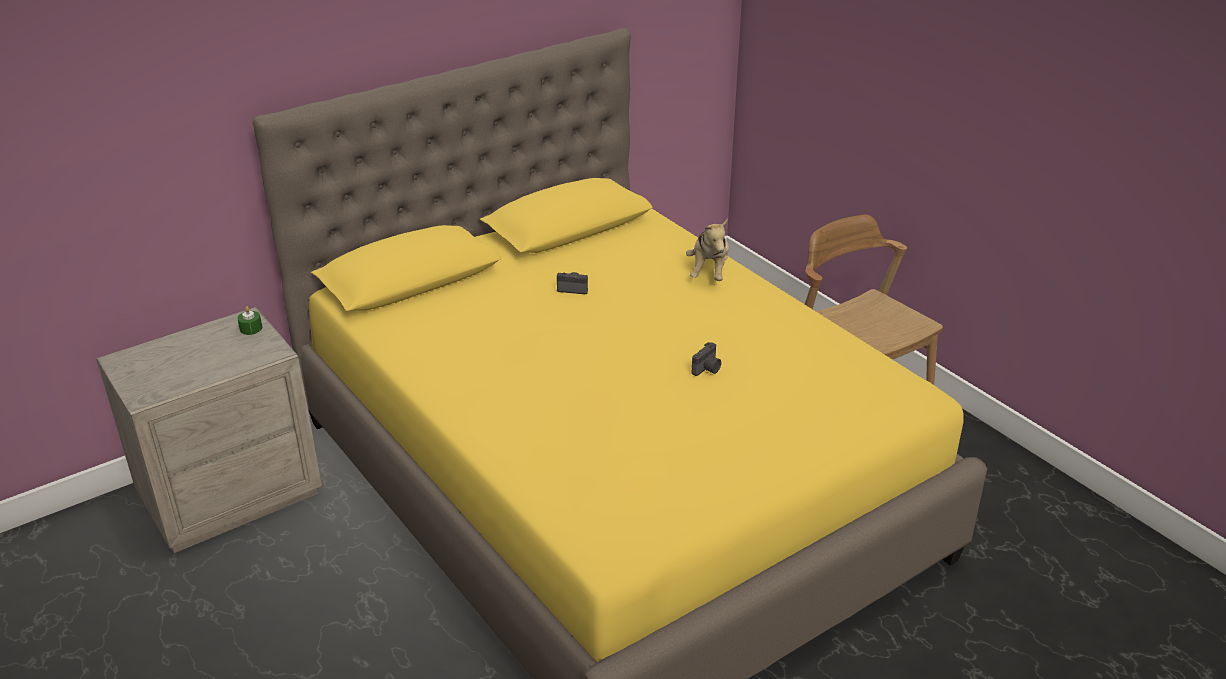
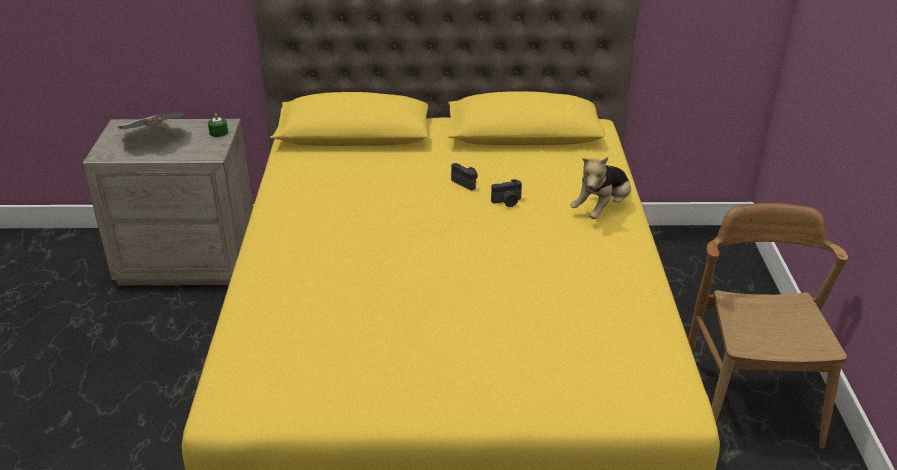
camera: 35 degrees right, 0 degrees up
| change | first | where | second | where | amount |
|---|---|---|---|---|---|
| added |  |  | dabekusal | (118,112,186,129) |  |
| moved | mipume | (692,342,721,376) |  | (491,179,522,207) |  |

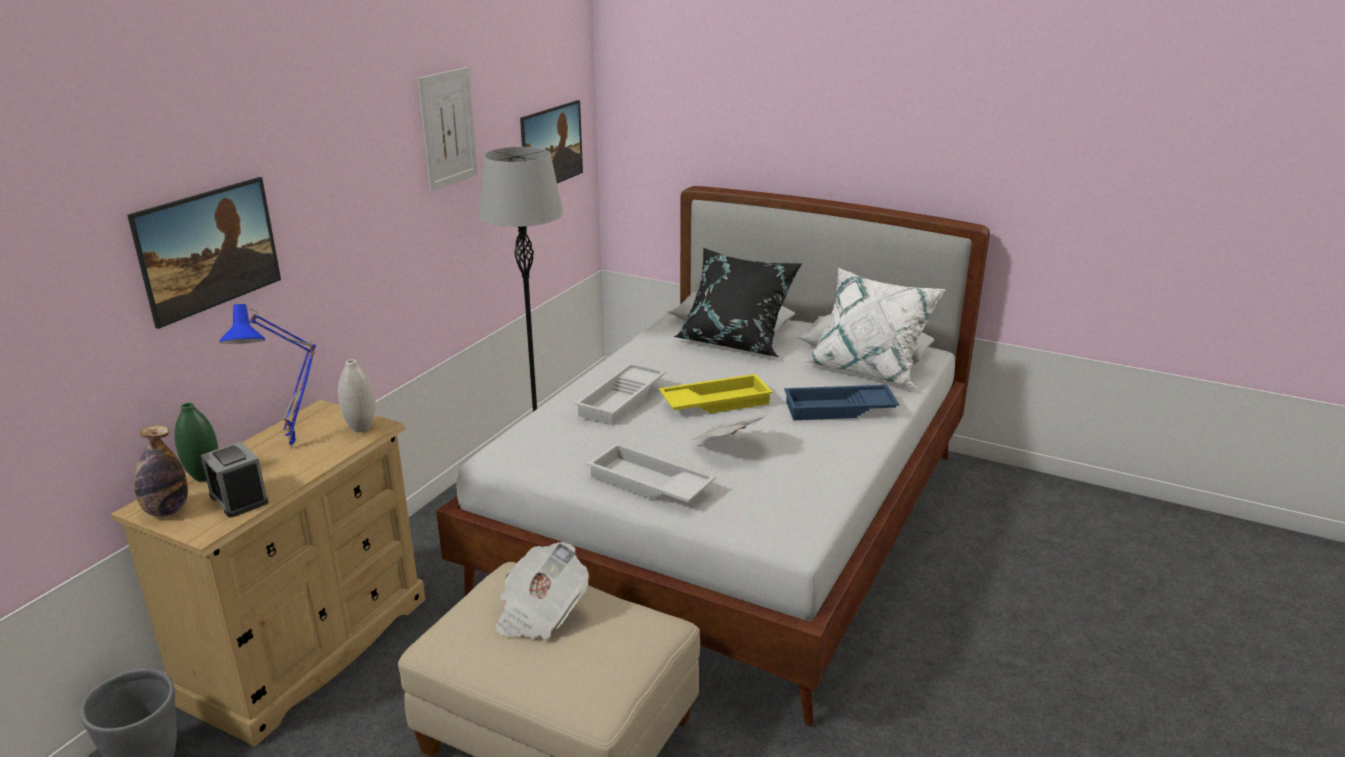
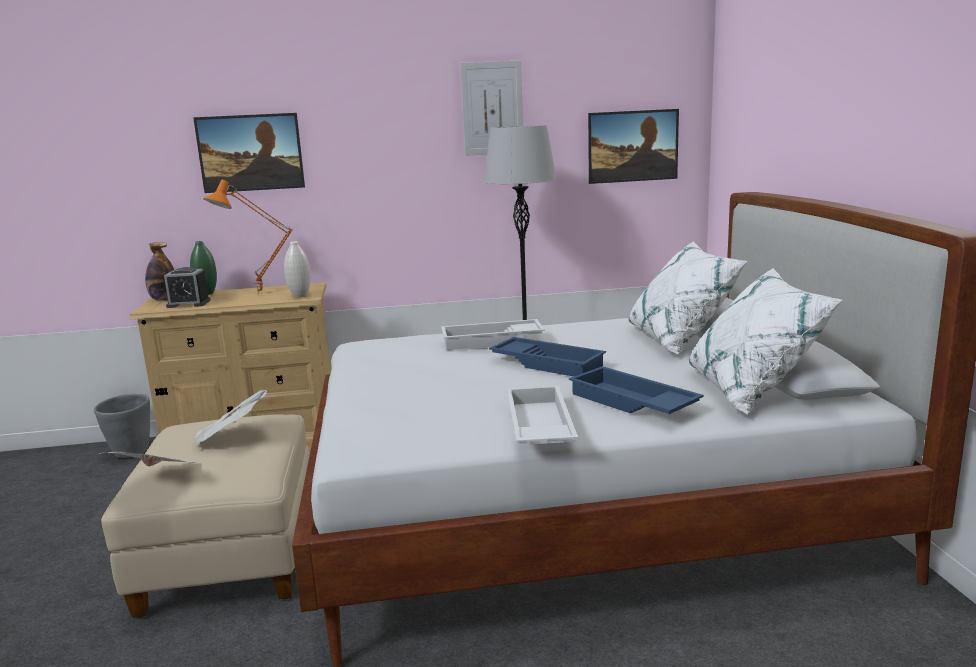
camera: 55 degrees right, 10 degrees down
| change | first | where | second | where | amount |
|---|---|---|---|---|---|
| moved | dabekusal | (691,414,769,440) |  | (99,452,198,466) |  |
| turned | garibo | (201,442,268,518) |  | (164,267,211,308) | 105 degrees counterclockwise |
| recoloured | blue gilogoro | (219,304,316,449) | orange gilogoro | (203,179,293,295) |  |
| recoloured | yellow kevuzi | (659,374,773,414) | blue kevuzi | (489,337,606,377) |  |
| moved | white kevuzi | (587,443,716,503) |  | (507,386,578,445) |  |
| recoloured | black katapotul | (674,248,802,357) | white katapotul | (628,241,747,355) |  |

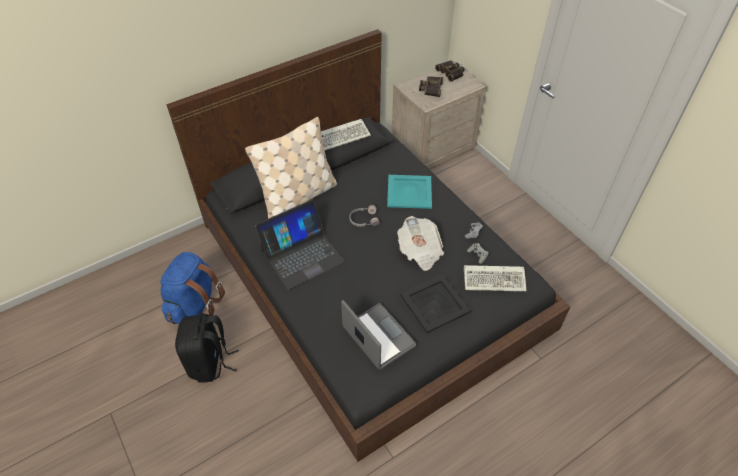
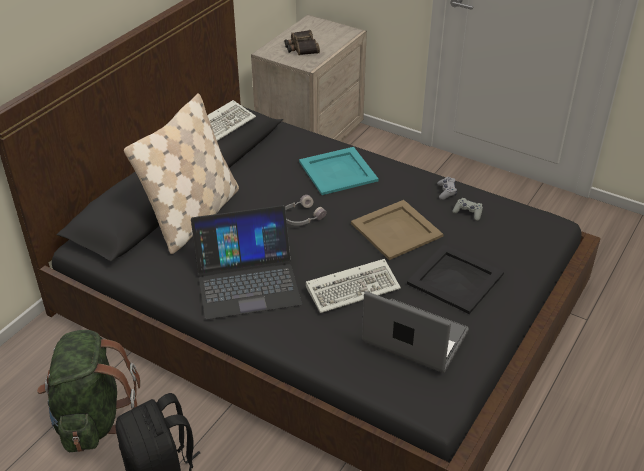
camera: 25 degrees left, 10 degrees down
| change | first | where | second | where | amount |
|---|---|---|---|---|---|
| recoloured | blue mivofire | (160,252,225,324) | green mivofire | (37,330,140,452) |  |
| turned | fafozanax | (255,200,344,290) |  | (191,205,302,320) | 45 degrees clockwise |
| moved | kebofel | (464,265,527,292) |  | (306,259,401,313) |  |
| replaced | dabekusal | (397,216,444,271) | beige kevuzi | (351,200,443,260) |  |
| removed | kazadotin | (435,60,464,82) |  |  |  |

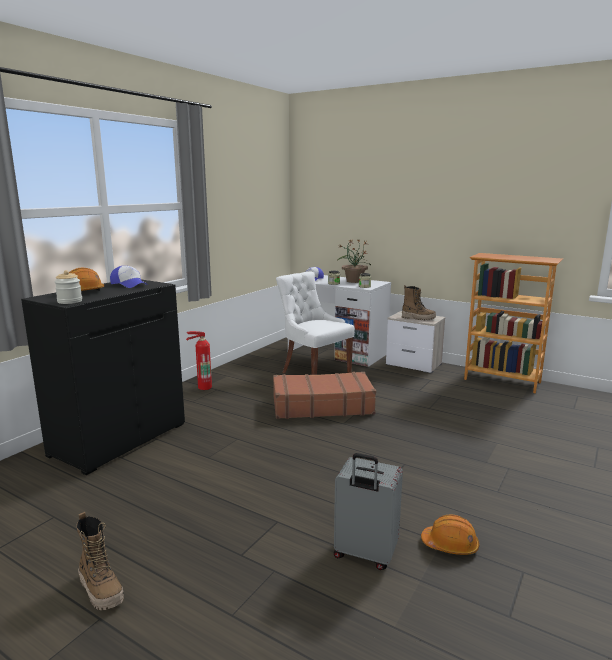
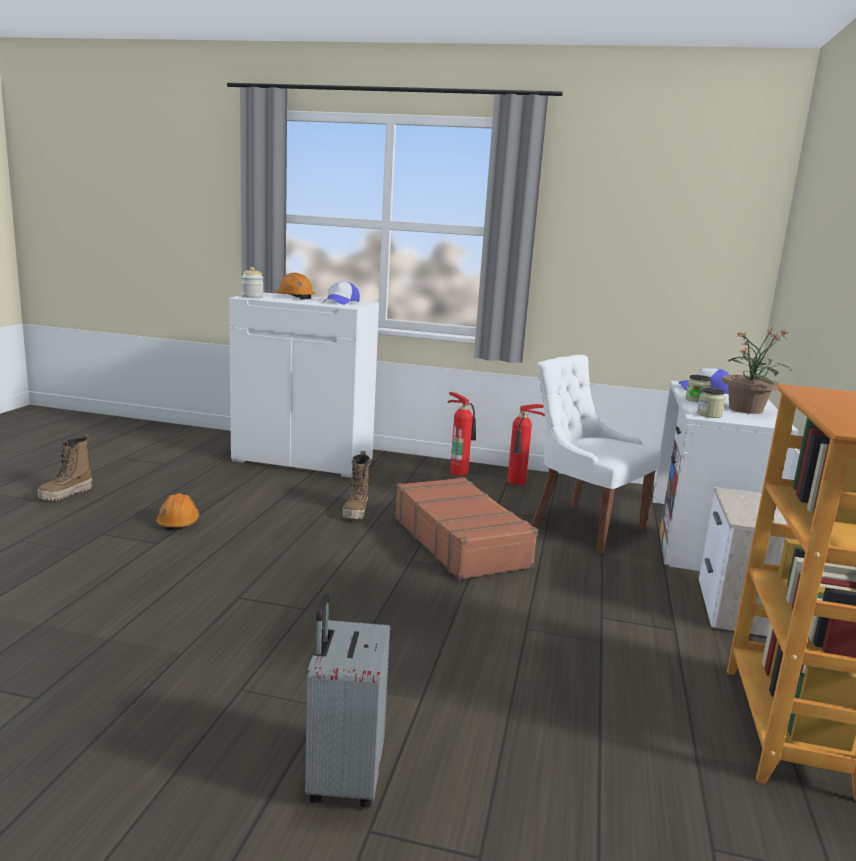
camera: 70 degrees right, 0 degrees up
| change | first | where | second | where | amount |
|---|---|---|---|---|---|
| moved | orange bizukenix | (421,515,479,555) |  | (156,493,199,531) |  |
| recoloured | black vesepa | (21,280,185,475) | white vesepa | (229,292,379,478) |  |
| moved | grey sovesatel | (334,453,403,570) |  | (305,593,390,808) |  |
| moved | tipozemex | (402,285,436,320) |  | (343,451,371,519) |  |
| added |  |  | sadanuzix | (507,404,545,485) |  |
| turned | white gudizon | (276,272,355,375) |  | (531,355,661,554) | 75 degrees counterclockwise |

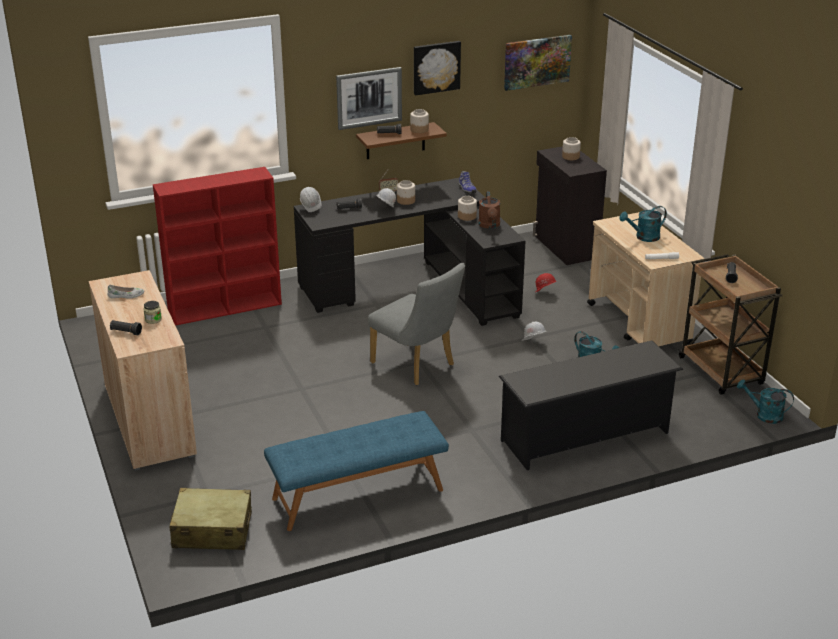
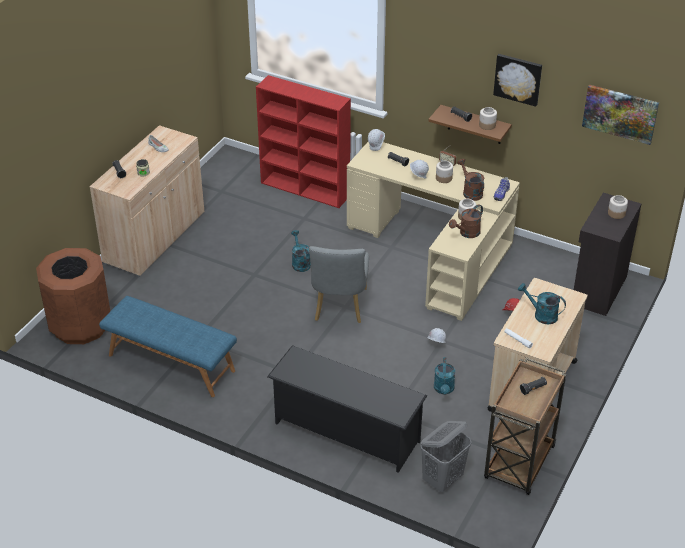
camera: 50 degrees right, 10 degrees up
| change | first | where | second | where | amount |
|---|---|---|---|---|---|
| replaced | beige sovesatel | (170,488,252,550) | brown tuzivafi | (36,248,110,344) |  |
| moved | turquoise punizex | (737,379,794,424) |  | (291,230,311,272) |  |
| recoloured | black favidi | (294,178,526,326) | beige favidi | (347,142,520,321) |  |
| added |  |  | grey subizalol | (420,421,471,492) |  |
| added |  |  | brown punizex | (457,159,484,201) |  |
| removed | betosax | (336,67,402,130) |  |  |  |

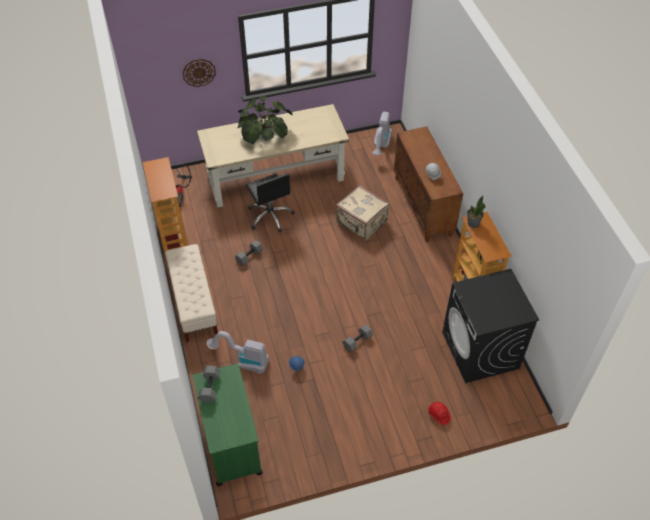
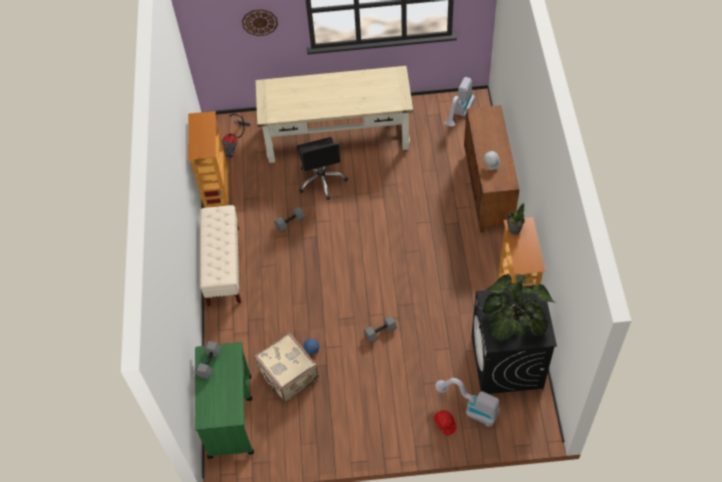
camera: 15 degrees right, 5 degrees up
| change | first | where | second | where | amount |
|---|---|---|---|---|---|
| moved | beige sovesatel | (336,185,389,241) |  | (254,332,319,402) |  |
| moved | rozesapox | (207,331,269,374) |  | (436,378,500,427) |  |
| moved | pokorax | (237,96,293,144) |  | (483,274,557,342) |  |

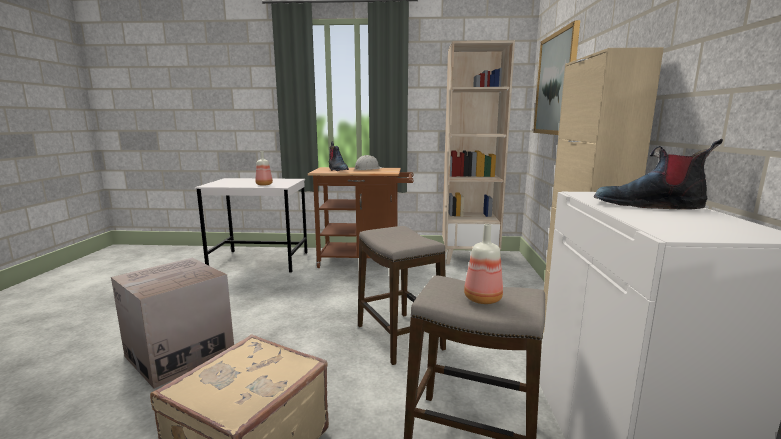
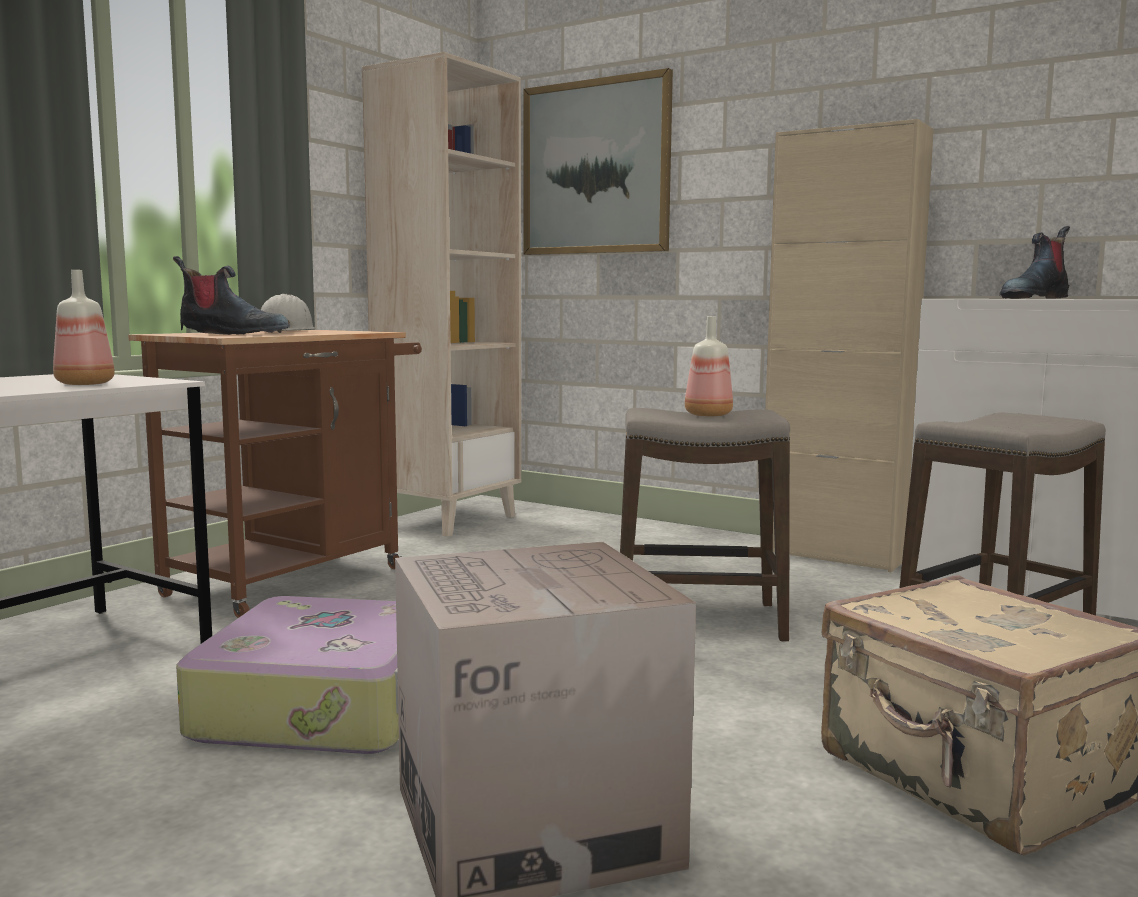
camera: 60 degrees left, 5 degrees down
| change | first | where | second | where | amount |
|---|---|---|---|---|---|
| added |  |  | sovesatel | (176,596,399,754) |  |
| moved | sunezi | (464,224,503,304) |  | (685,316,733,417) |  |

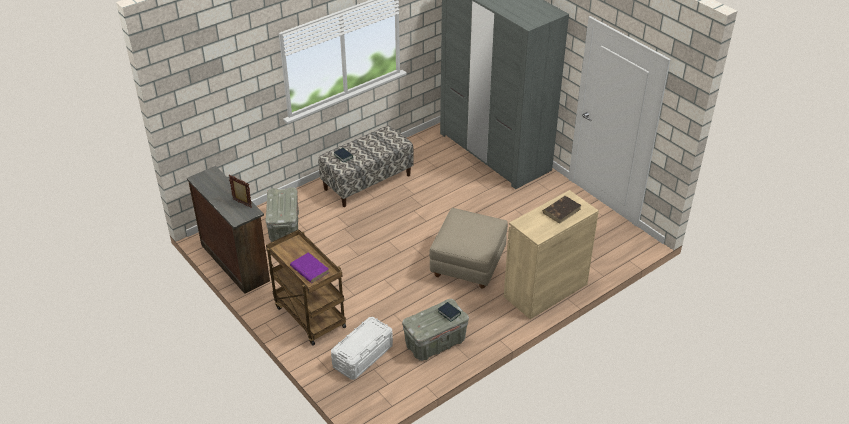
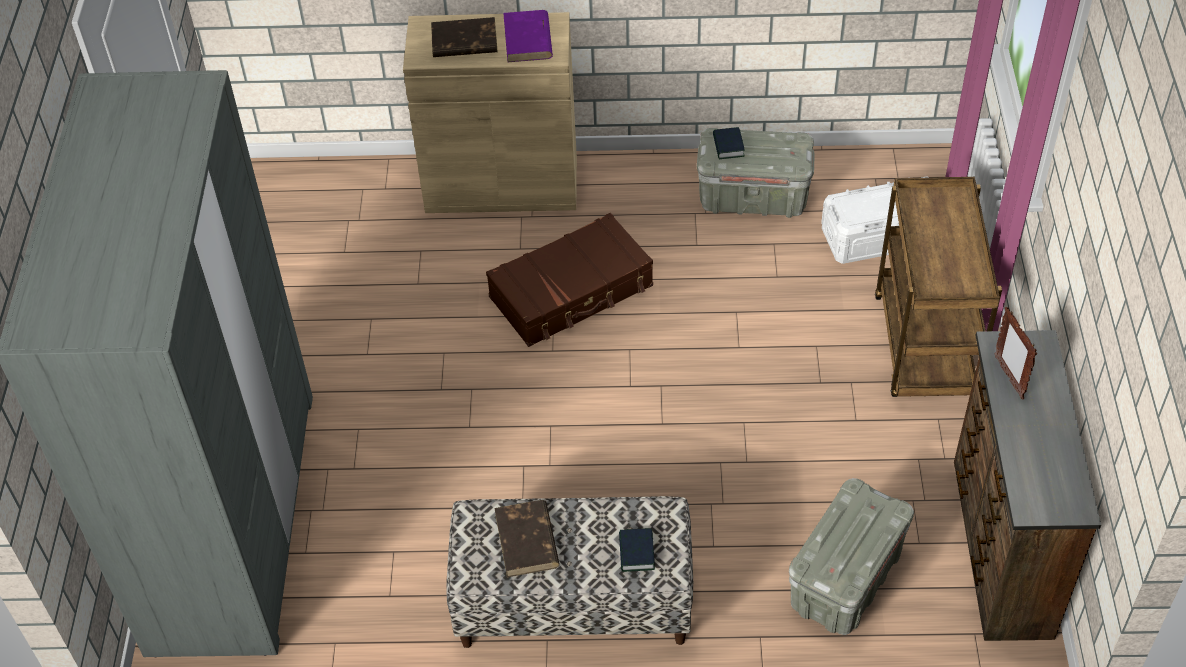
camera: 140 degrees left, 10 degrees up
| change | first | where | second | where | amount |
|---|---|---|---|---|---|
| replaced | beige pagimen | (429,208,508,289) | brown sovesatel | (486,213,653,347) |  |
| added |  |  | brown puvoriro | (494,500,560,577) |  |
| moved | purple puvoriro | (290,252,329,283) |  | (503,10,553,62) |  |

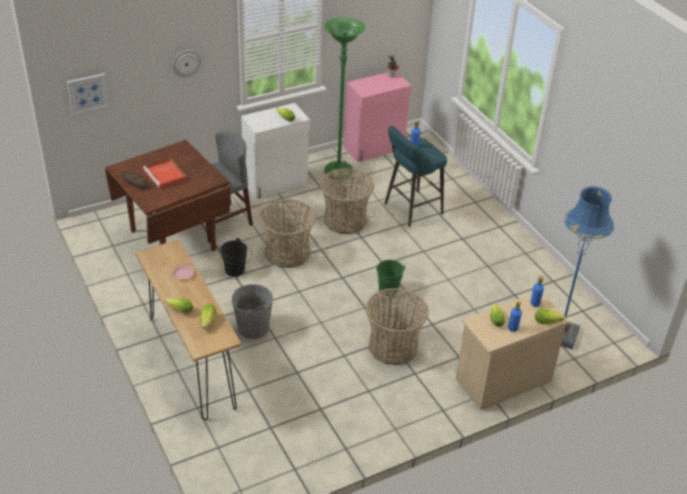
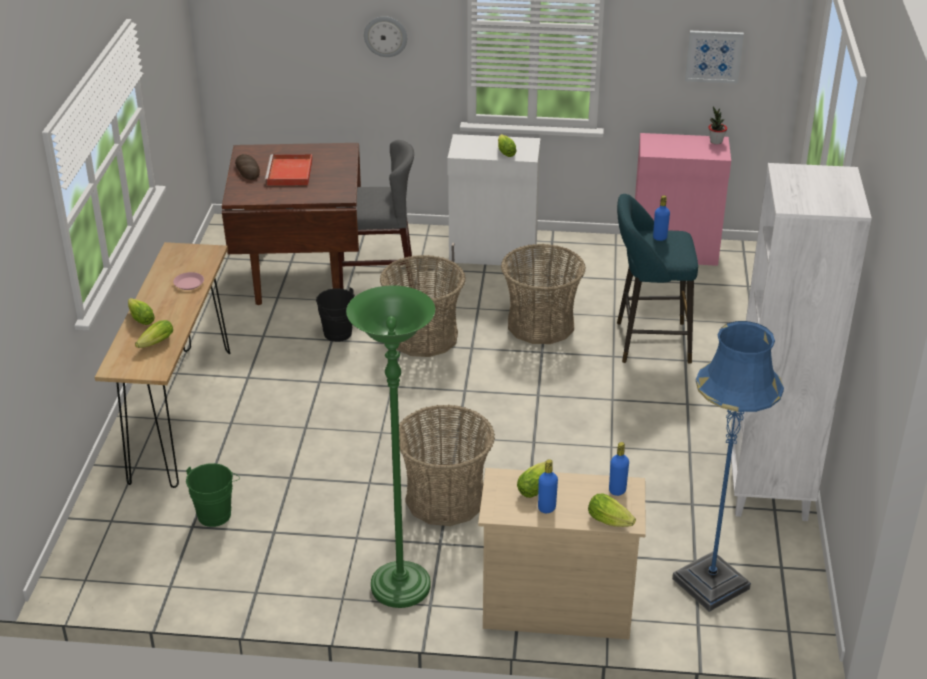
camera: 35 degrees right, 5 degrees down
| change | first | where | second | where | amount |
|---|---|---|---|---|---|
| moved | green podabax | (376,260,405,296) |  | (186,463,240,527) |  |
| moved | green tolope | (324,17,365,180) |  | (346,286,435,608) |  |
| moved | betosax | (67,73,109,115) |  | (685,31,744,83) |  |
| added |  |  | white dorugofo | (729,163,872,521) |  |
| removed | grey podabax | (232,284,273,339) |  |  |  |

